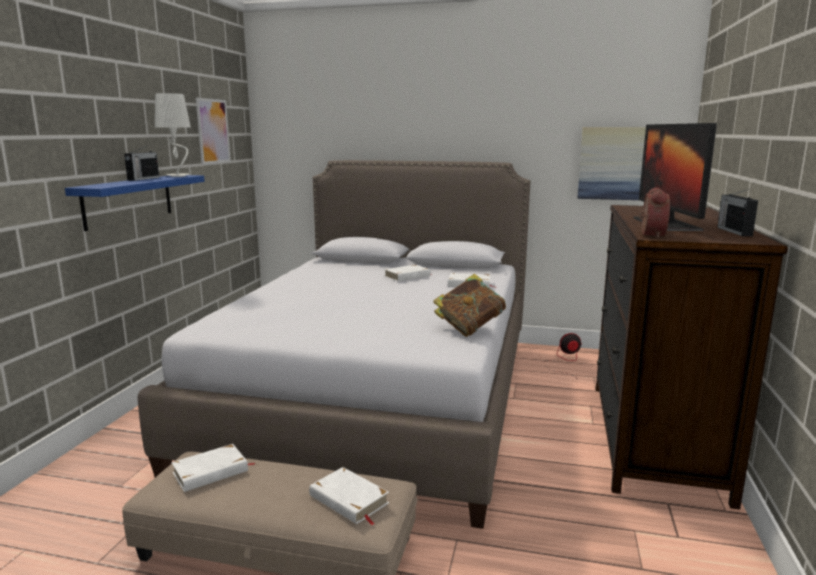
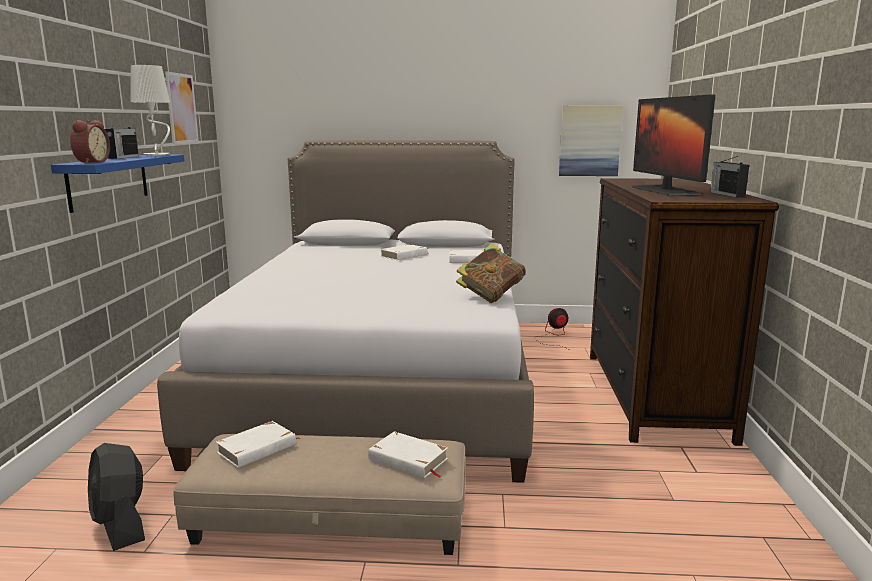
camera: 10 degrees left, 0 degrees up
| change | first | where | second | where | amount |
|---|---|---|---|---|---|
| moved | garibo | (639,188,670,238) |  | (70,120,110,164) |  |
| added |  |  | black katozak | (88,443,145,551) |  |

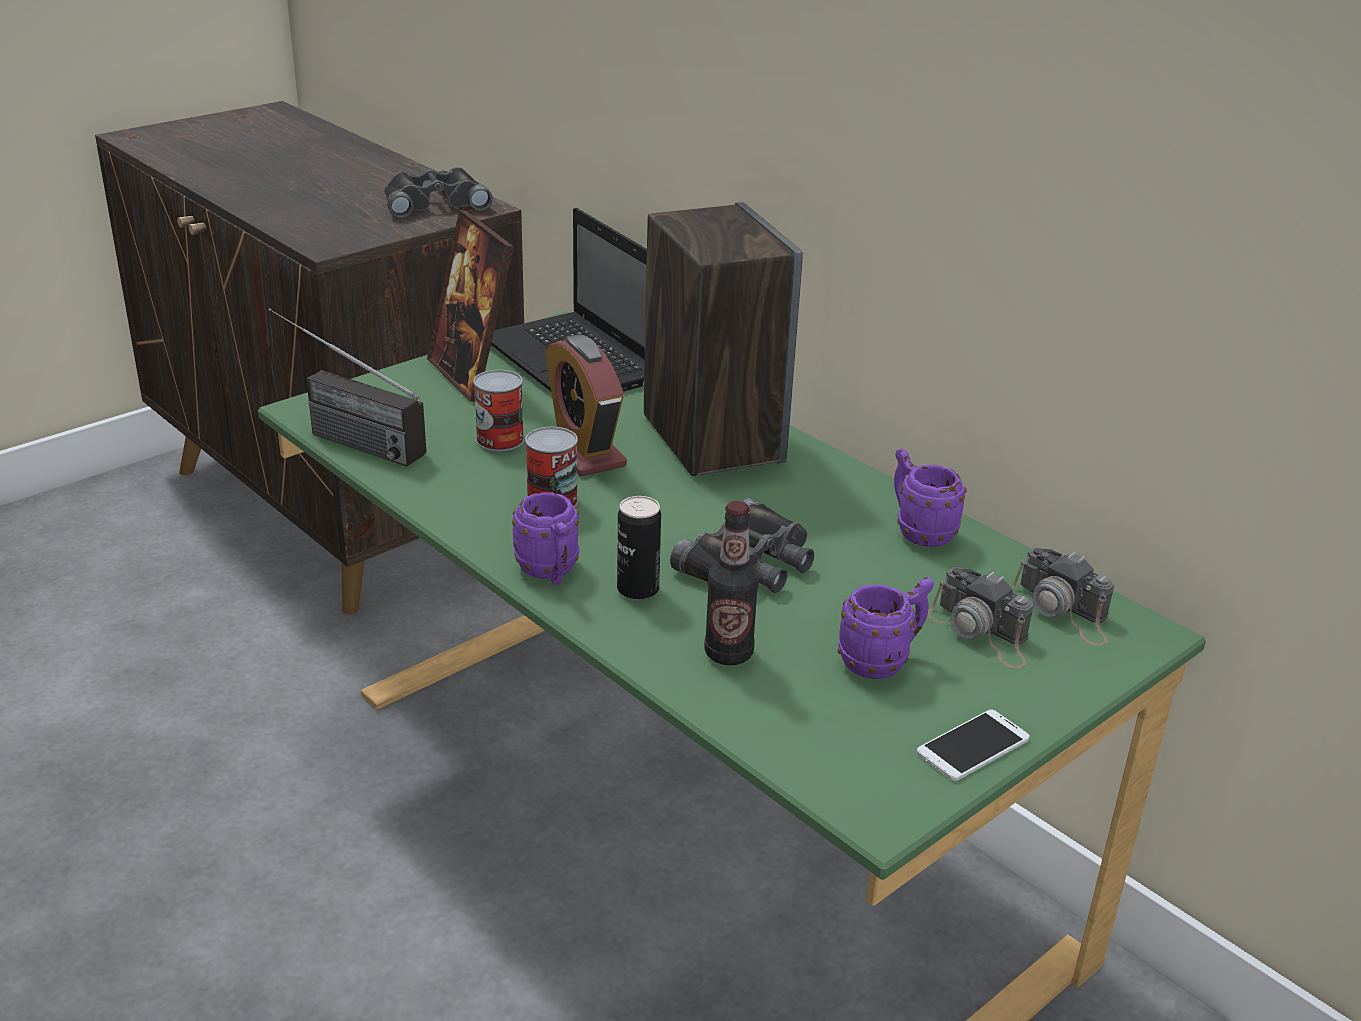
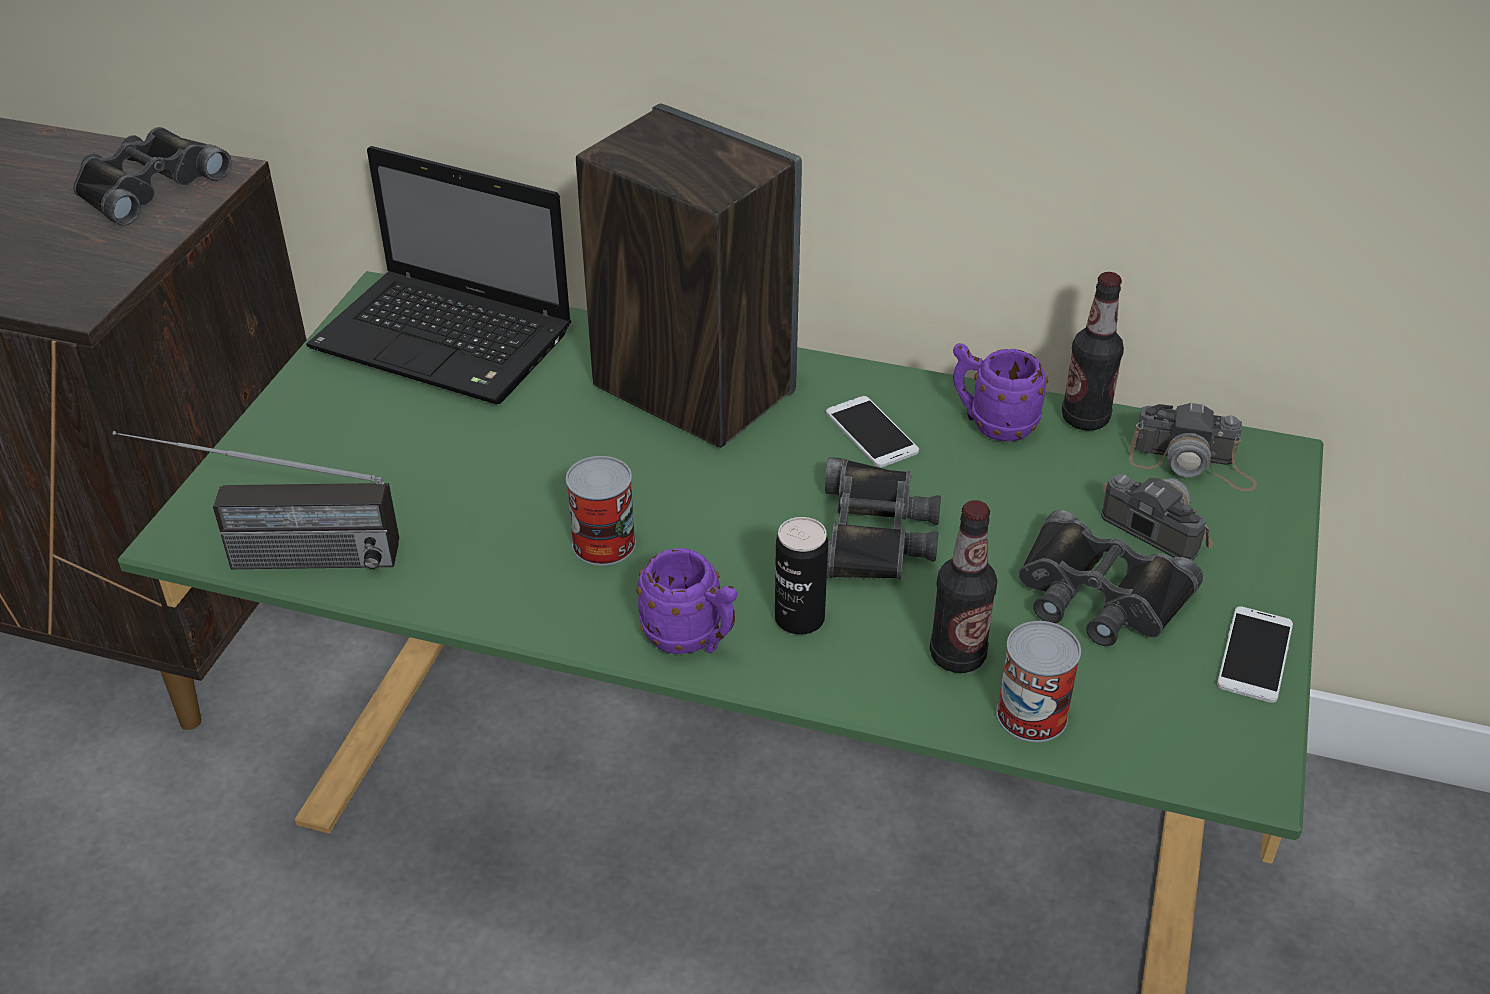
camera: 30 degrees left, 10 degrees up
| change | first | where | second | where | amount |
|---|---|---|---|---|---|
| added |  |  | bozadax | (826,396,919,467) |  |
| moved | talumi | (473,370,524,451) |  | (996,621,1081,743) |  |
| replaced | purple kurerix | (838,577,934,679) | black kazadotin | (1018,510,1203,646) |  |
| added |  |  | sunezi | (1062,272,1124,431) |  |
| turned | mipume | (927,567,1033,668) |  | (1101,474,1213,560) | 150 degrees counterclockwise |
| removed | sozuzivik | (427,210,514,402) |  |  |  |
| removed | garibo | (545,334,627,476) |  |  |  |

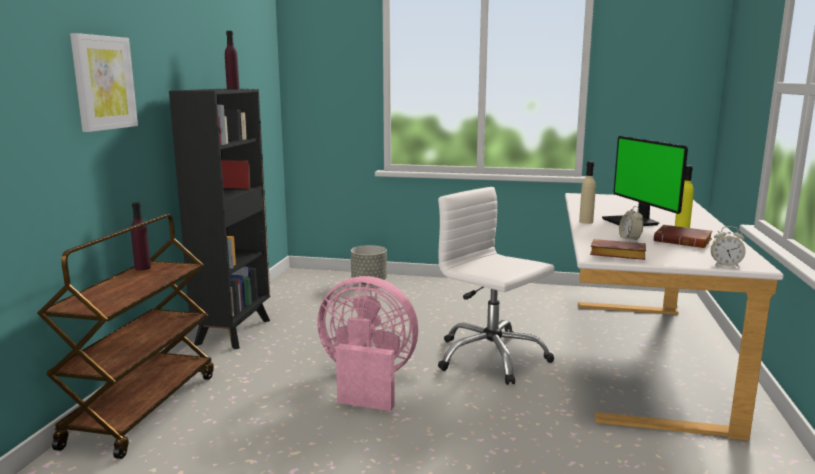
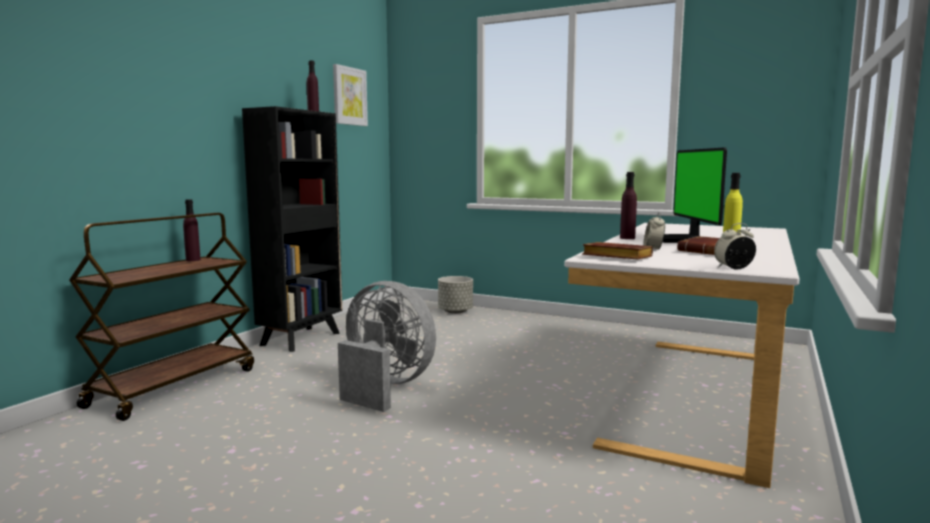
camera: 15 degrees right, 5 degrees down
| change | first | where | second | where | amount |
|---|---|---|---|---|---|
| moved | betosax | (70,33,138,132) |  | (333,64,368,126) |  |
| recoloured | pink katozak | (317,276,418,411) | grey katozak | (338,281,436,412) |  |
| recoloured | beige sunezi | (579,161,596,224) | purple sunezi | (620,172,637,239) |  |
| turned | garibo | (711,226,746,267) |  | (714,223,756,270) | 135 degrees clockwise |
| removed | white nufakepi | (438,187,555,385) |  |  |  |

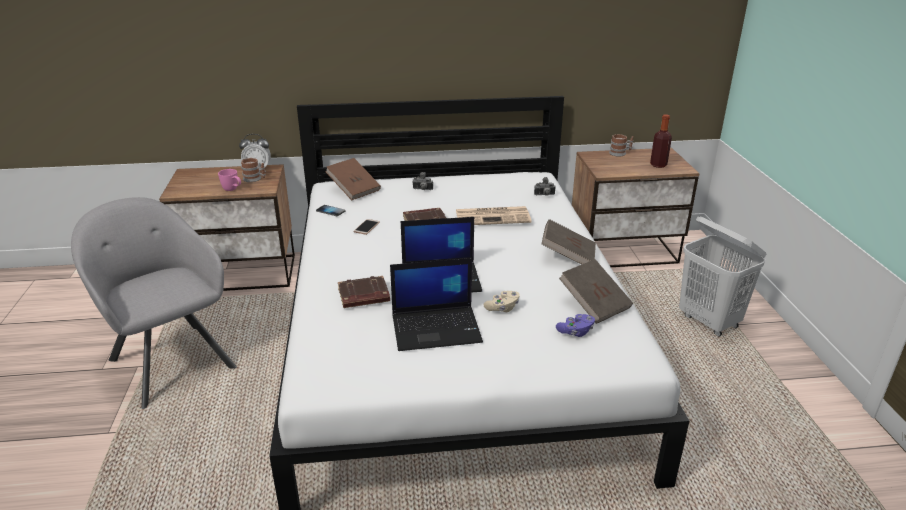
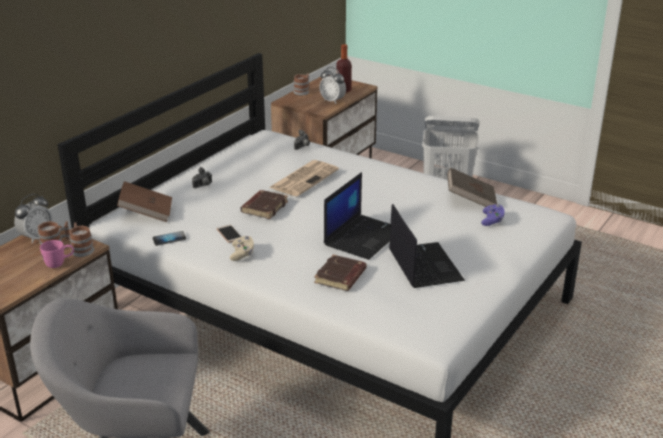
camera: 50 degrees left, 0 degrees up
| change | first | where | second | where | amount |
|---|---|---|---|---|---|
| added |  |  | kurerix | (69,222,94,257) |  |
| moved | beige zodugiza | (483,291,520,312) |  | (230,236,254,261) |  |
| added |  |  | garibo | (319,67,346,104) |  |
| turned | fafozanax | (390,258,483,351) |  | (389,204,465,288) | 45 degrees counterclockwise |
| removed | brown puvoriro | (542,219,596,264) |  |  |  |

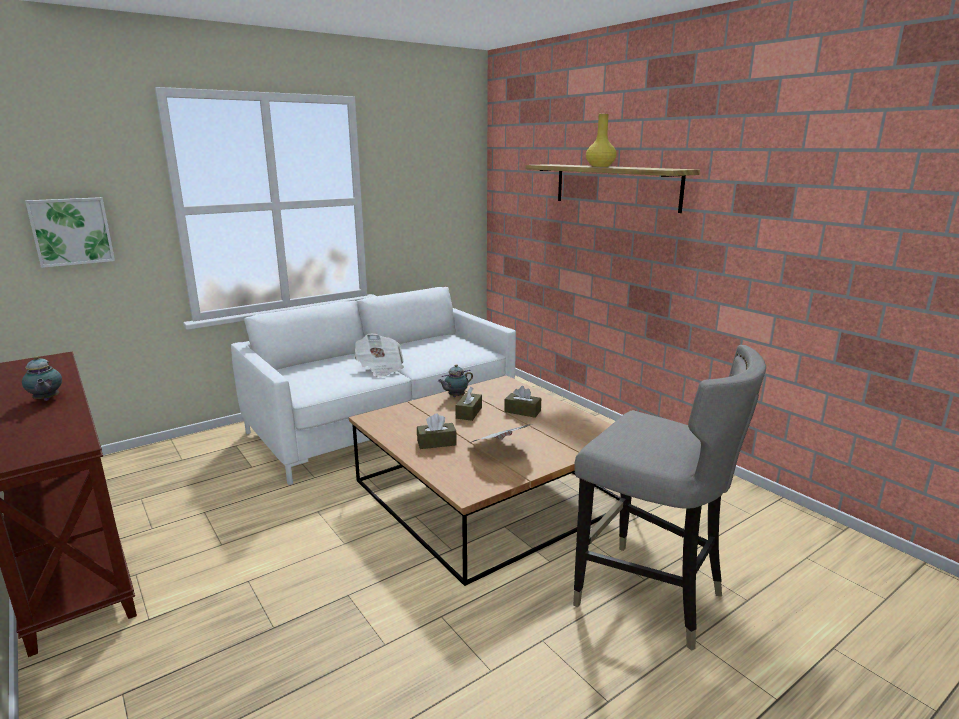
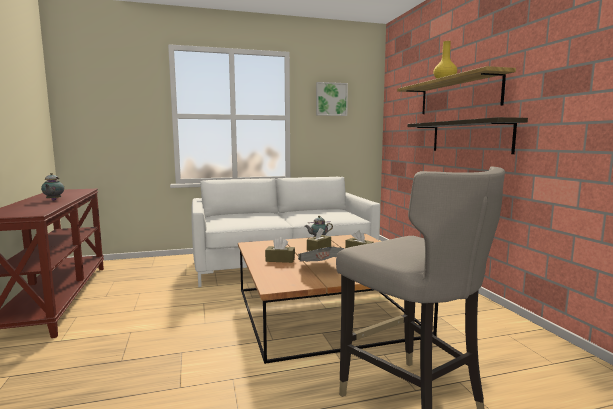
camera: 20 degrees right, 10 degrees down
| change | first | where | second | where | amount |
|---|---|---|---|---|---|
| moved | betosax | (25,197,115,268) |  | (316,82,348,116) |  |
| added |  |  | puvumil | (408,117,528,154) |  |
| removed | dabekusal | (355,333,404,377) |  |  |  |

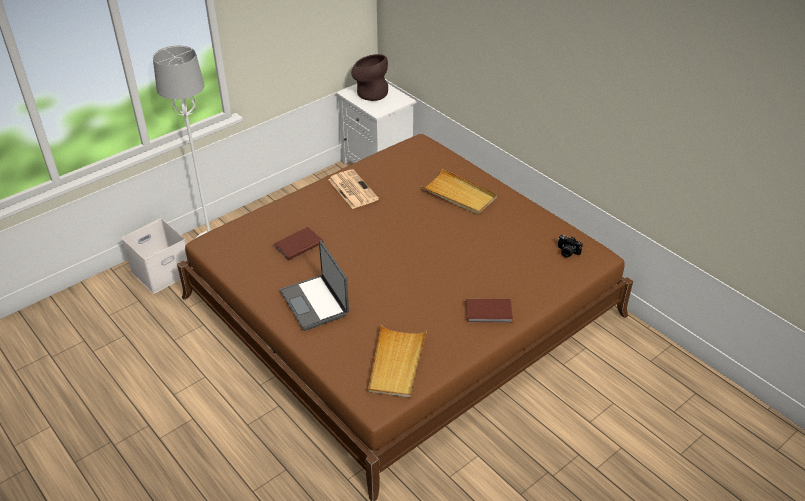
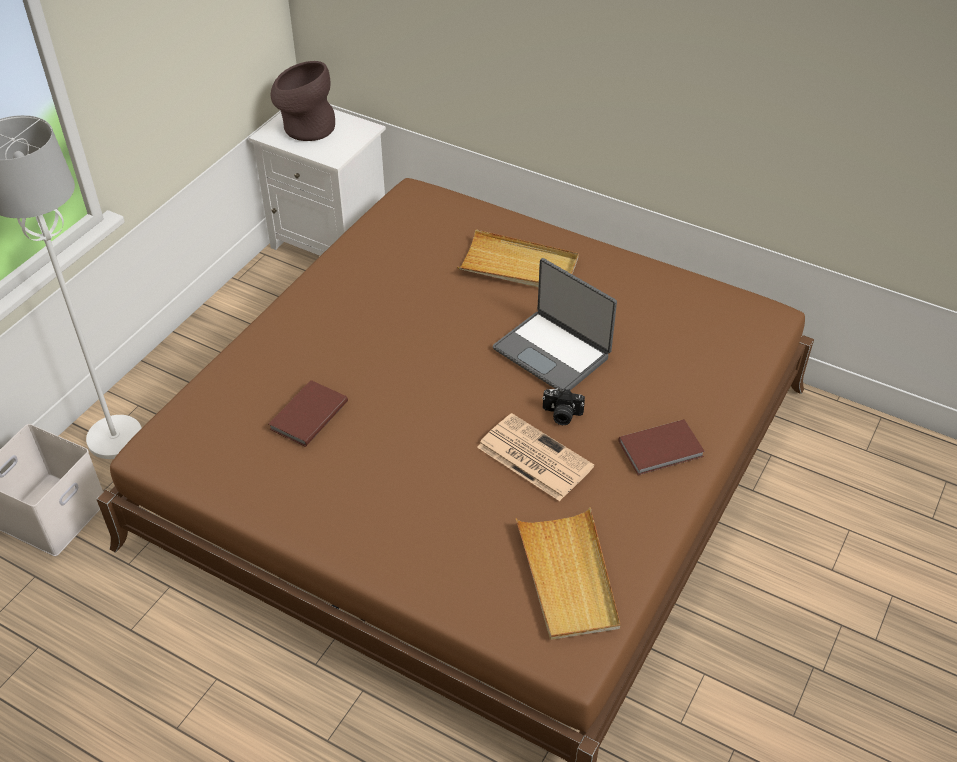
camera: 20 degrees left, 5 degrees up
| change | first | where | second | where | amount |
|---|---|---|---|---|---|
| moved | dabekusal | (328,169,379,209) |  | (477,413,594,501) |  |
| moved | fafozanax | (280,240,349,331) |  | (493,258,617,392) |  |
| moved | mipume | (558,235,583,258) |  | (542,389,585,425) |  |

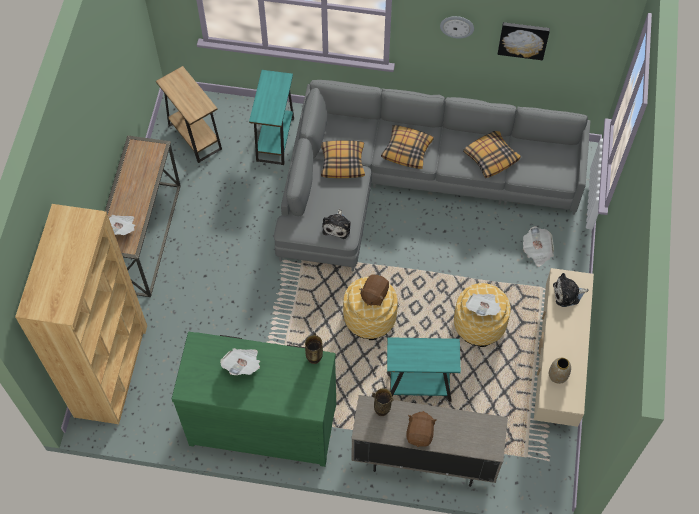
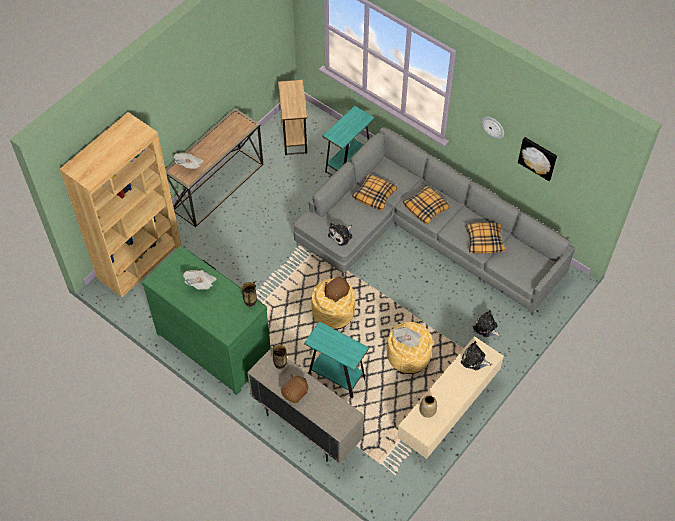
camera: 30 degrees right, 5 degrees down
| change | first | where | second | where | amount |
|---|---|---|---|---|---|
| replaced | dabekusal | (523,226,554,267) | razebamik | (473,310,501,337) |  |

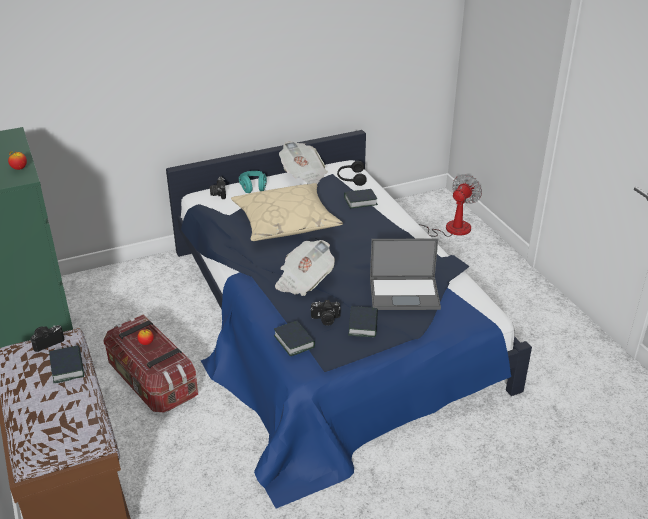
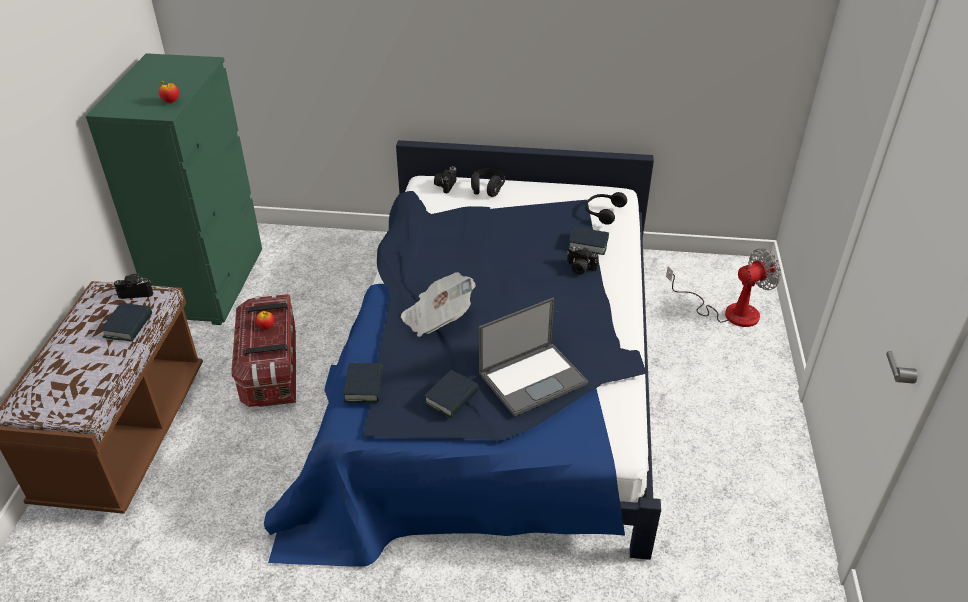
camera: 30 degrees right, 5 degrees up
| change | first | where | second | where | amount |
|---|---|---|---|---|---|
| recoloured | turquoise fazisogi | (239,171,267,193) | black fazisogi | (471,169,505,197) |  |
| turned | fafozanax | (370,238,441,310) |  | (479,297,588,417) | 60 degrees counterclockwise |
| moved | mipume | (311,299,341,326) |  | (567,246,599,275) |  |
| removed | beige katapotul | (231,183,343,241) |  |  |  |
| removed | dabekusal | (279,141,328,184) |  |  |  |

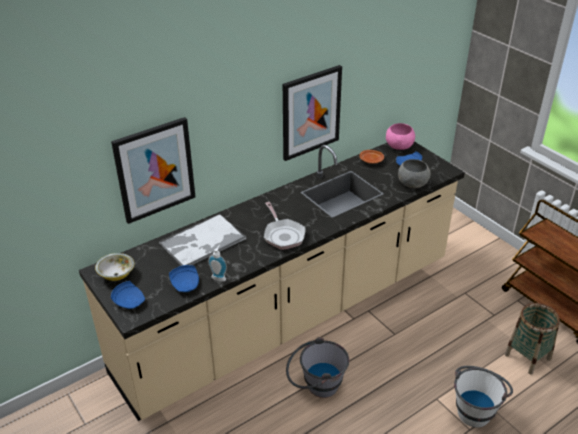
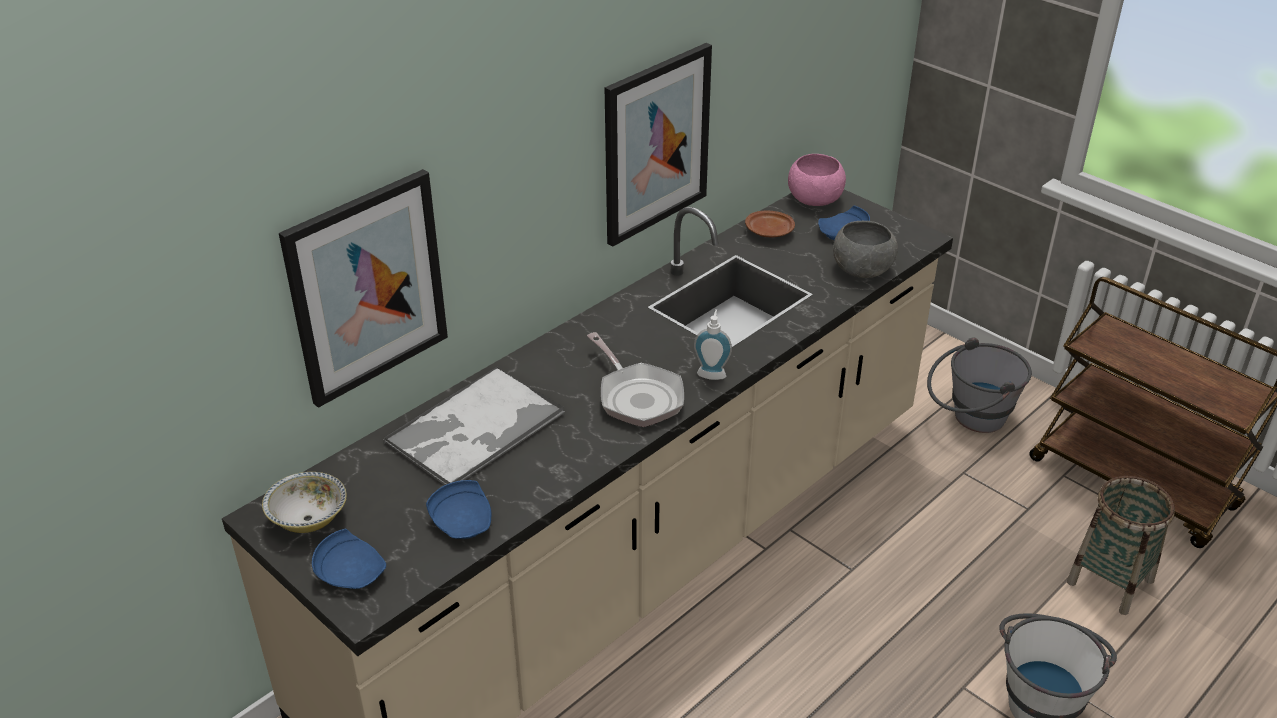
camera: 10 degrees left, 0 degrees up
| change | first | where | second | where | amount |
|---|---|---|---|---|---|
| moved | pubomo | (208,245,227,281) |  | (694,309,732,380) |  |
| moved | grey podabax | (286,337,349,398) |  | (927,337,1032,433) |  |

